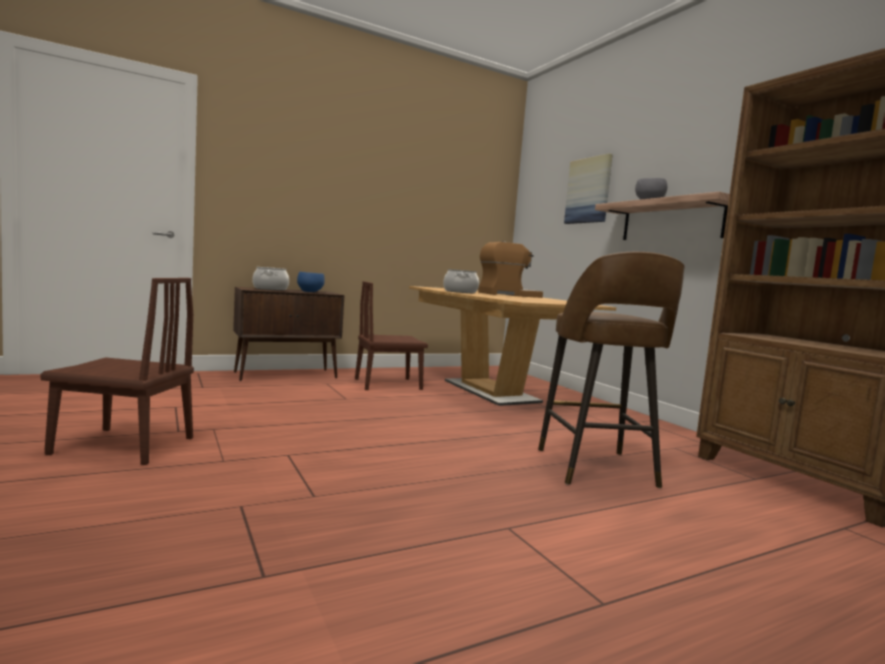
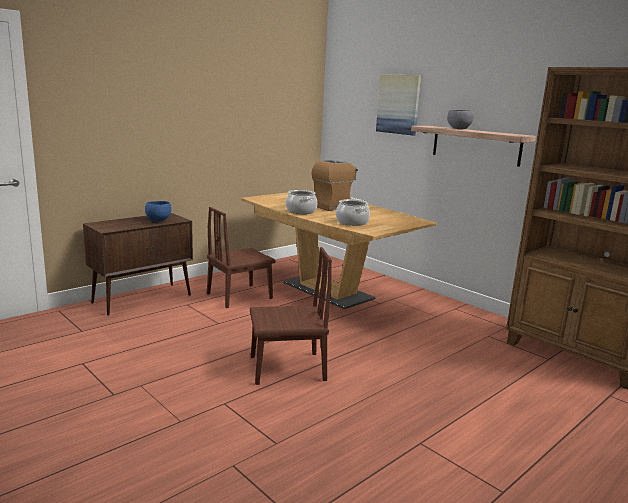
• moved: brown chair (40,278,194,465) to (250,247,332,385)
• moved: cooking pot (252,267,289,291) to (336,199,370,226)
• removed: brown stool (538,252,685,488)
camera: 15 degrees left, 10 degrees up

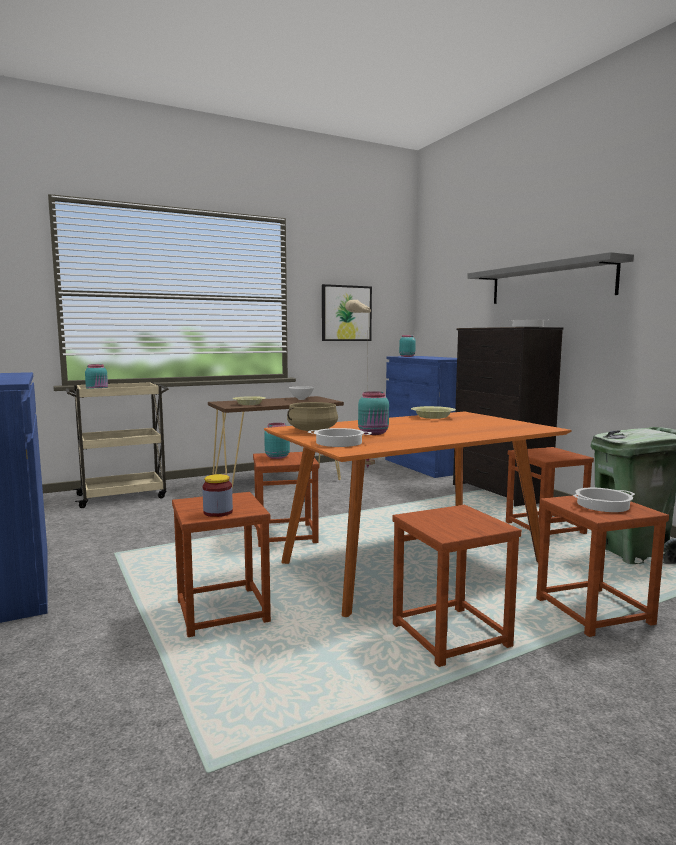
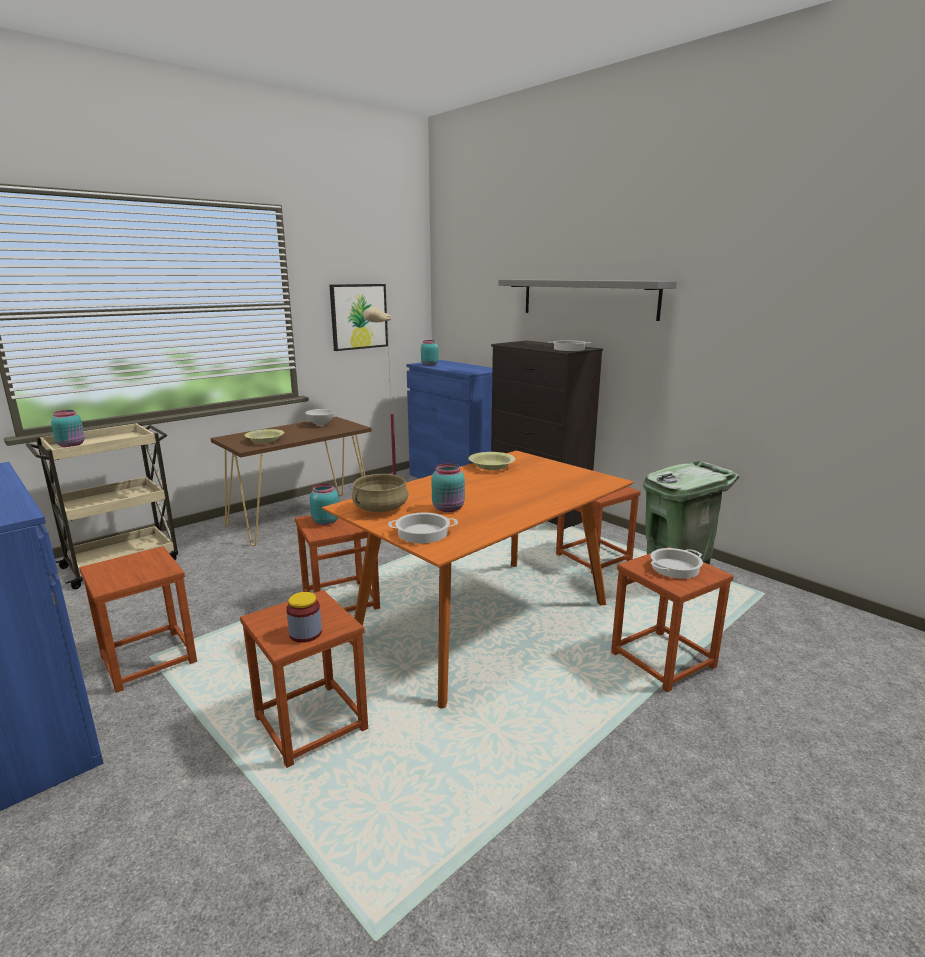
• moved: brown stool (392,505,522,667) to (79,546,197,693)
camera: 15 degrees left, 10 degrees up

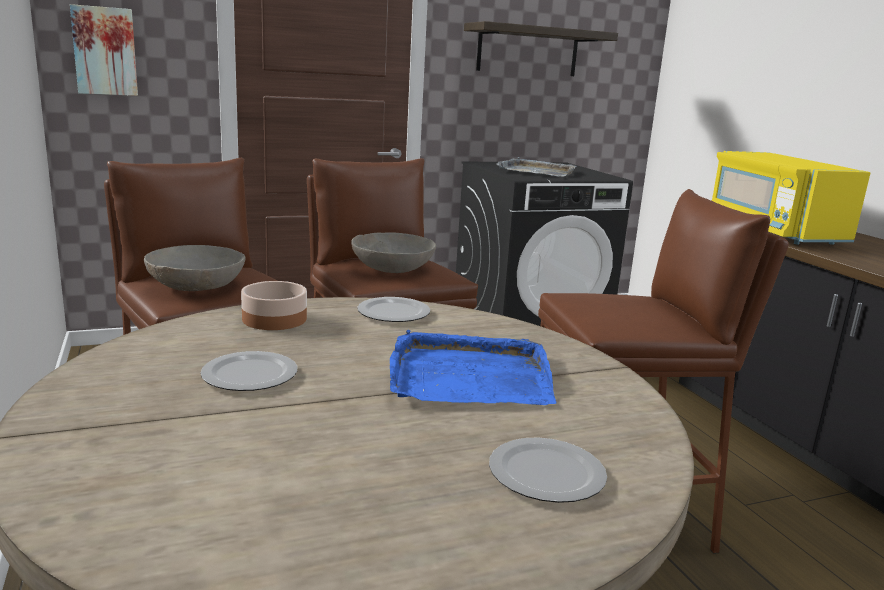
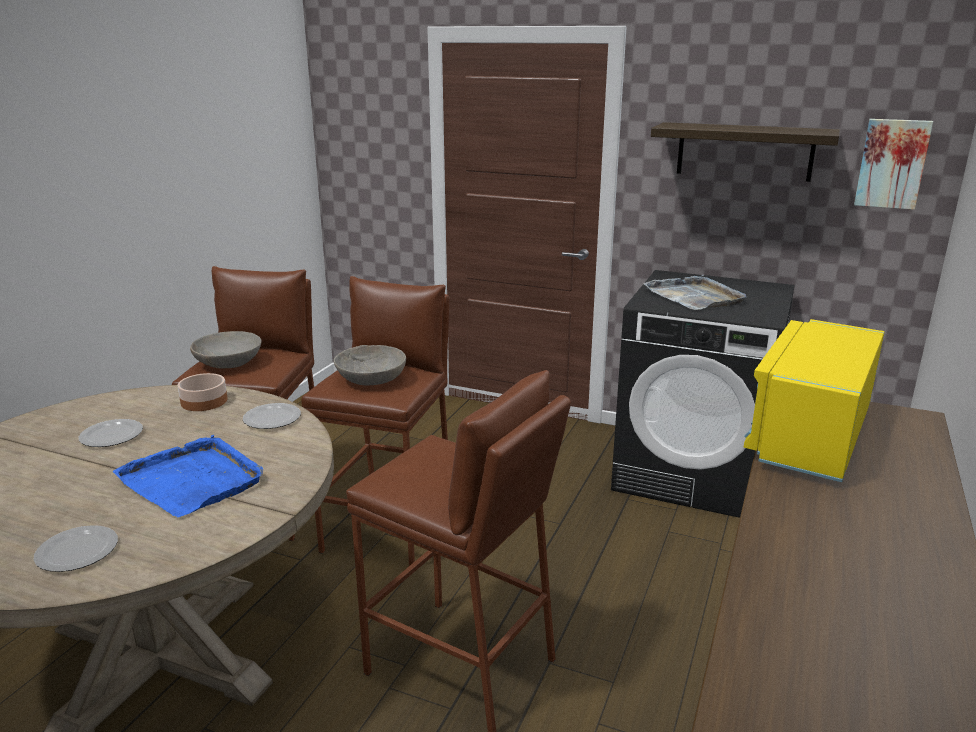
• moved: picture (70,4,138,96) to (854,119,933,210)
camera: 45 degrees right, 5 degrees up

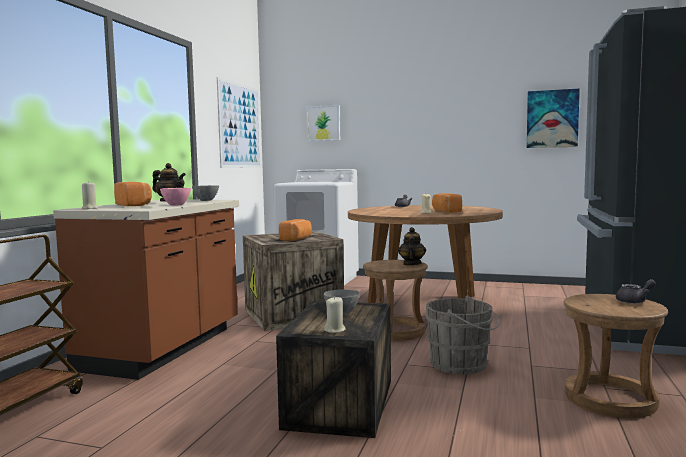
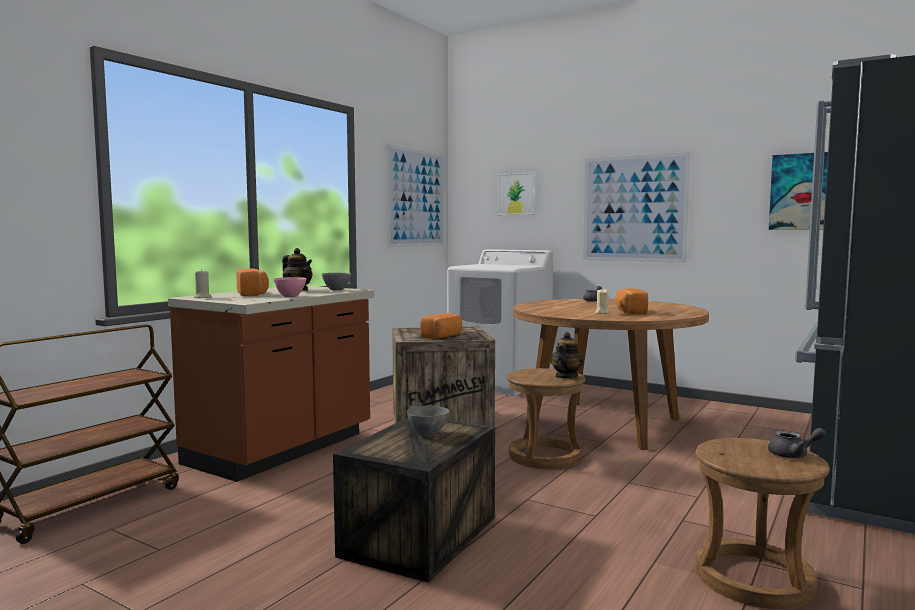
• added: picture (583,152,690,263)
• removed: beige candle (324,296,346,333)
• removed: grey bucket (426,296,499,374)
camera: 15 degrees right, 0 degrees up

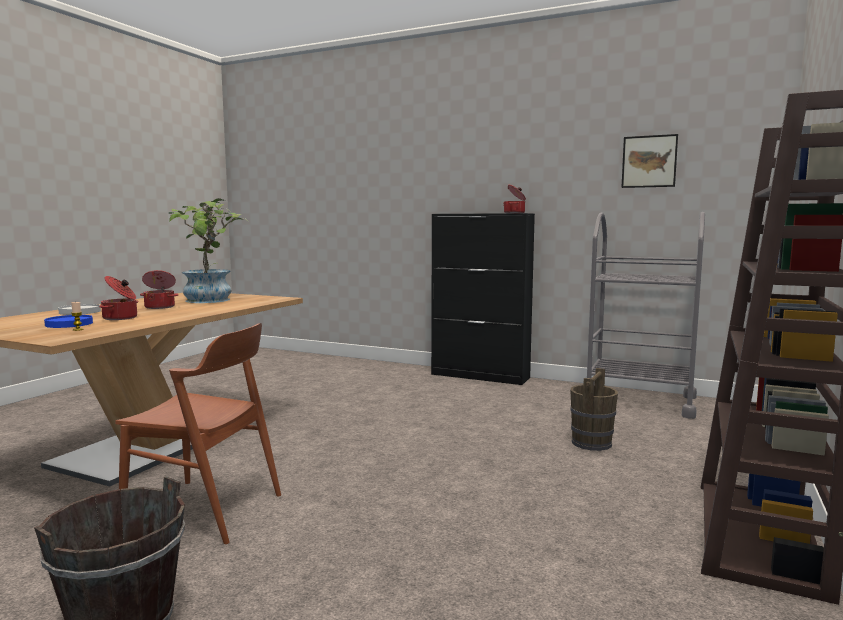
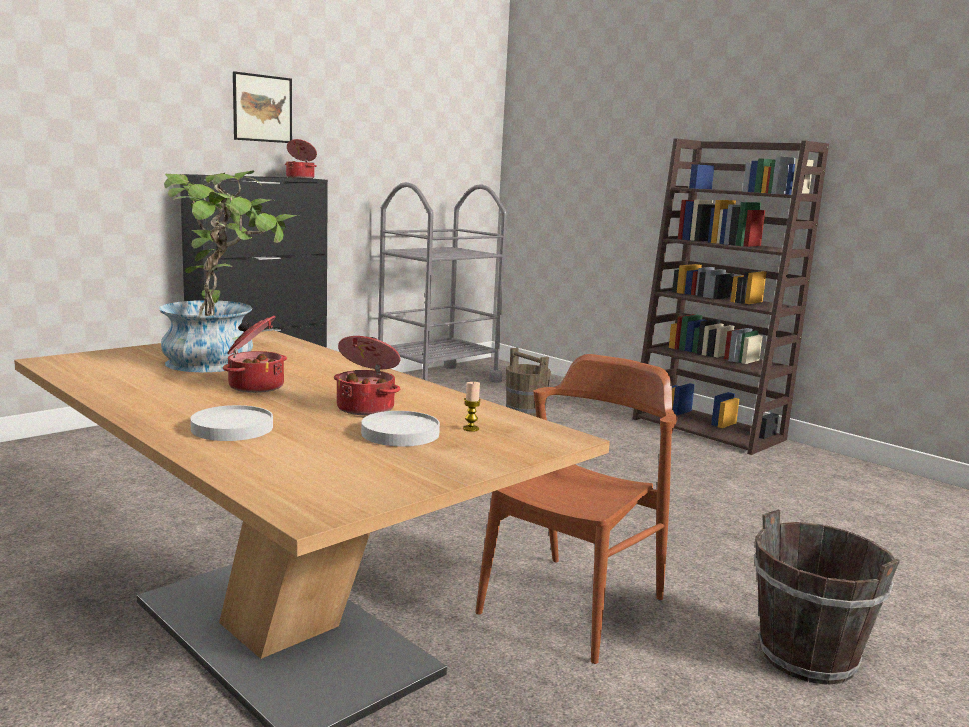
• moved: picture (621,134,678,188) to (233,71,292,143)
• recoloured: blue plate (44,315,93,328) to white plate (361,411,440,446)
camera: 70 degrees left, 5 degrees up

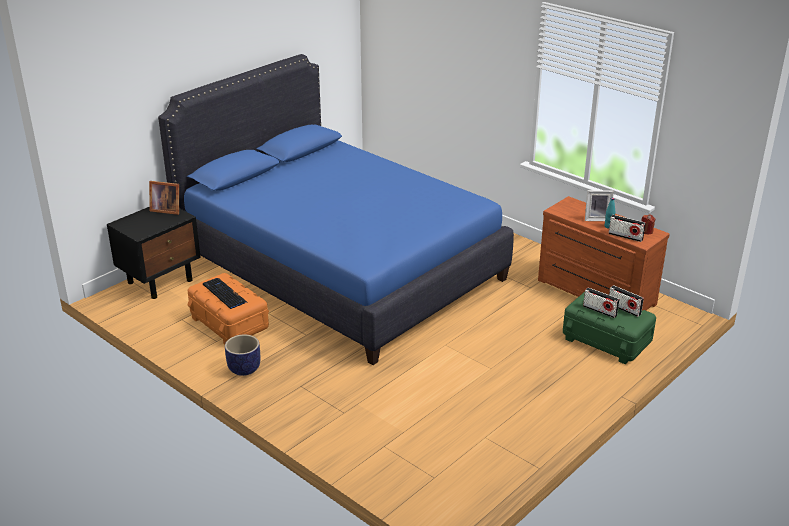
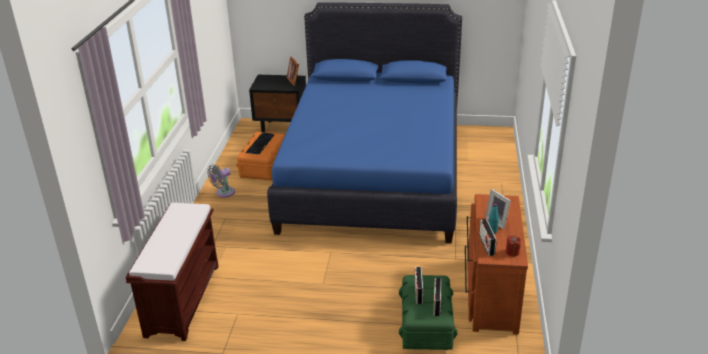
• added: brown bench (126,203,219,341)
• replaced: planter (225,334,260,376) to grey fan (207,165,235,197)
camera: 55 degrees right, 0 degrees up

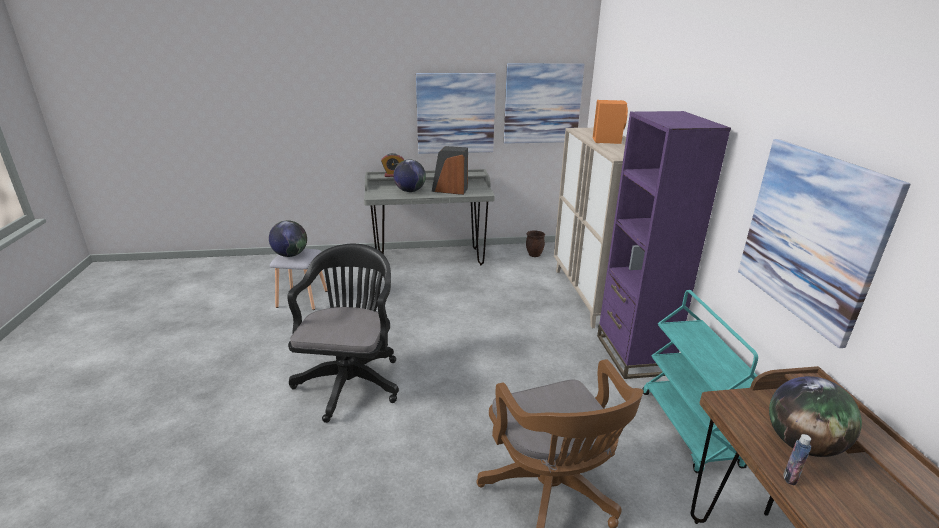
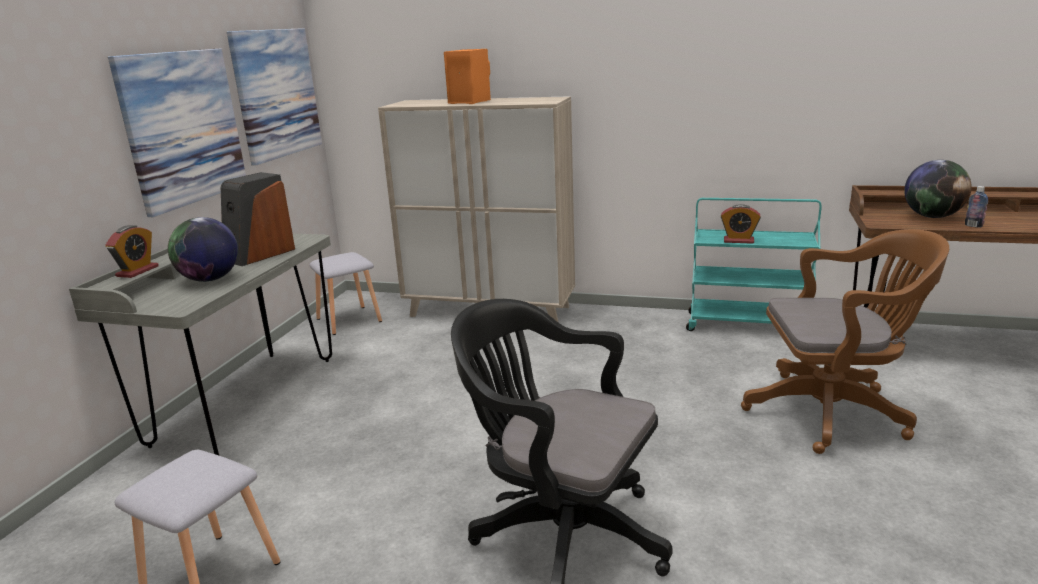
• replaced: brown planter (526,230,545,257) to grey stool (309,252,382,335)
• added: alarm clock (721,204,761,244)
• removed: globe (269,220,307,257)
• removed: purple bookcase (597,111,731,379)
• removed: picture (738,139,911,348)
camera: 65 degrees left, 5 degrees down

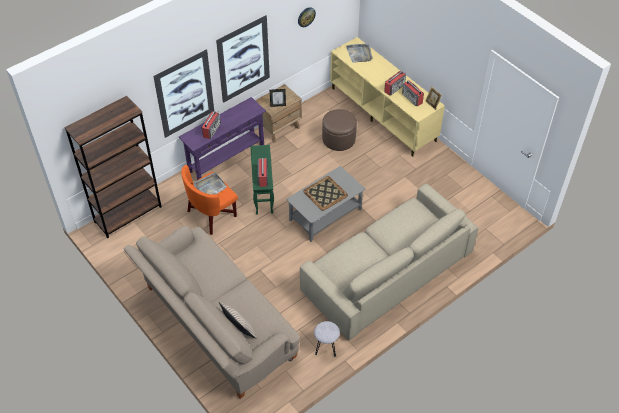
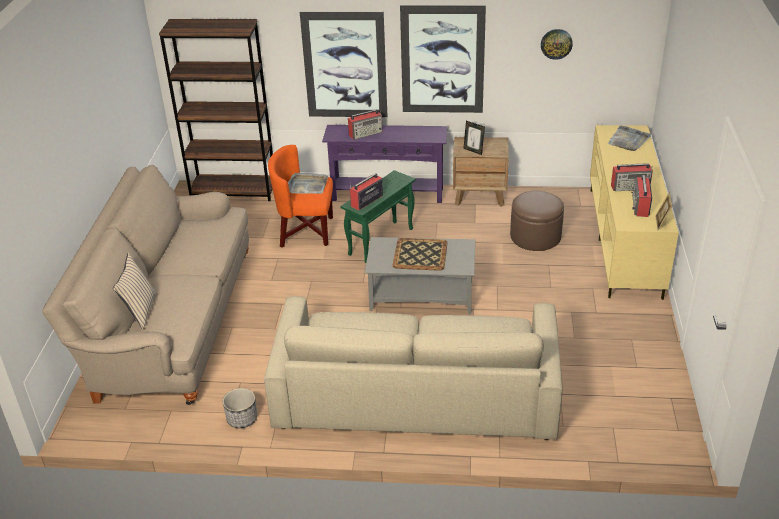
• replaced: grey stool (314,321,340,357) to planter (223,388,257,428)
camera: 45 degrees right, 15 degrees down

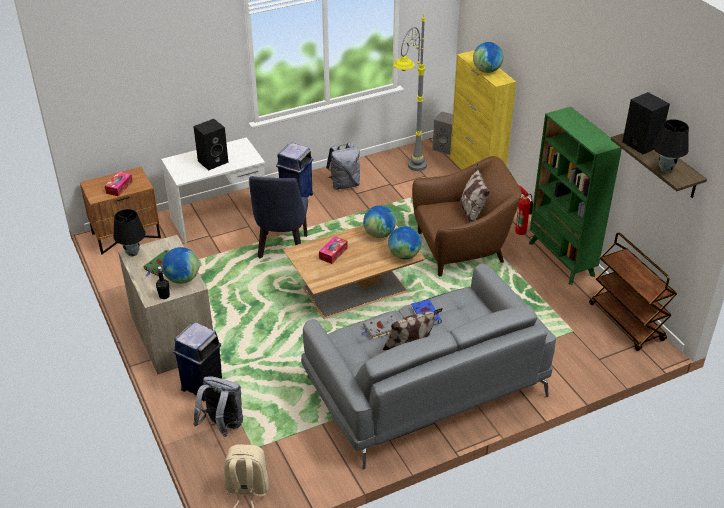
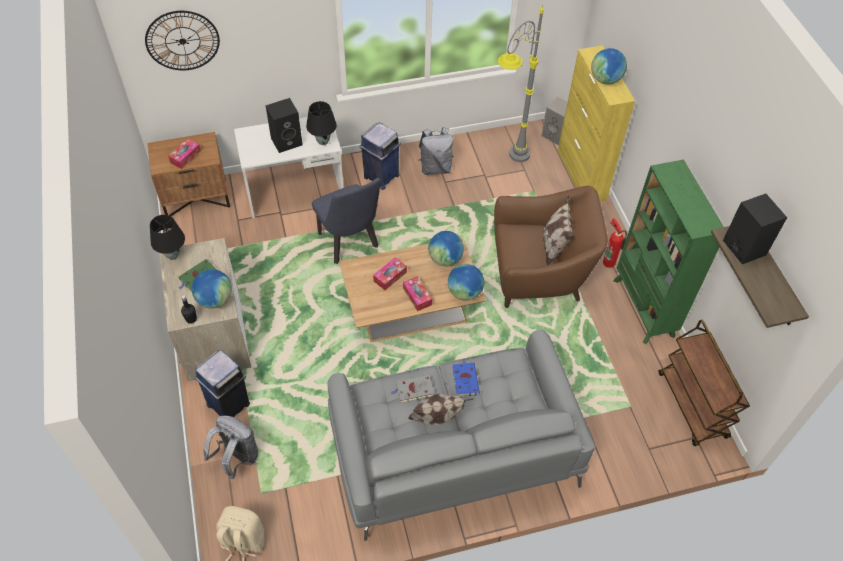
• added: wall clock (145,11,220,70)
• moved: black table lamp (653,119,689,173) to (306,101,337,145)
• turned: blue chair (249,176,308,258) = (312,178,380,264) 45 degrees counterclockwise
• added: tissue box (403,276,432,311)
camera: 10 degrees right, 15 degrees up

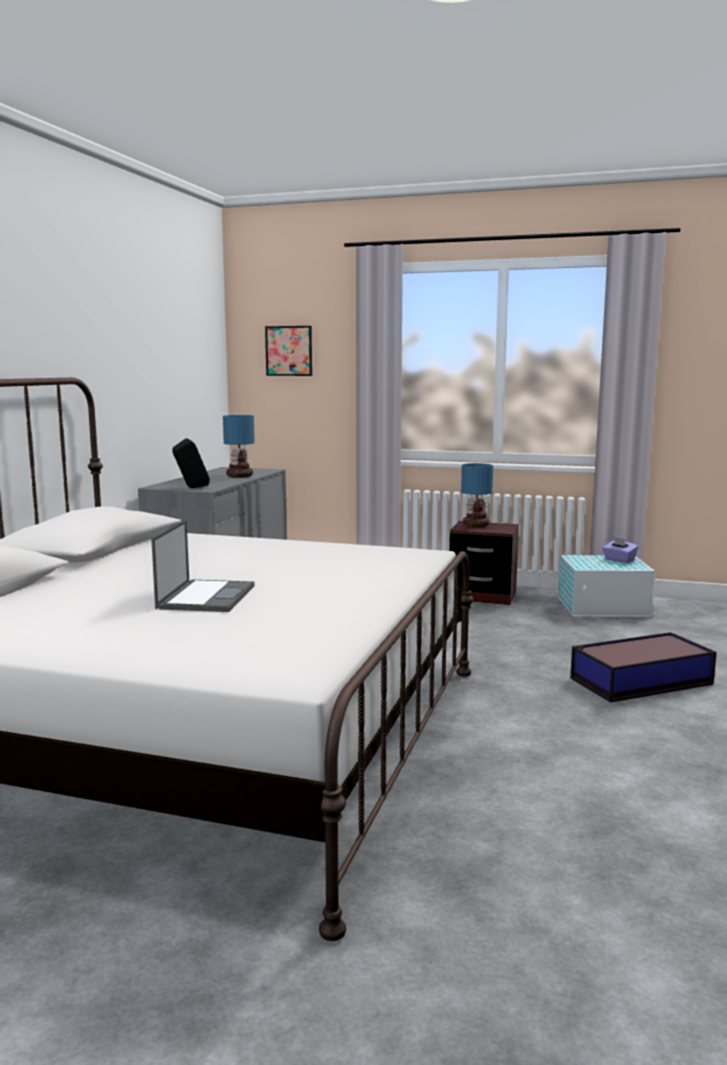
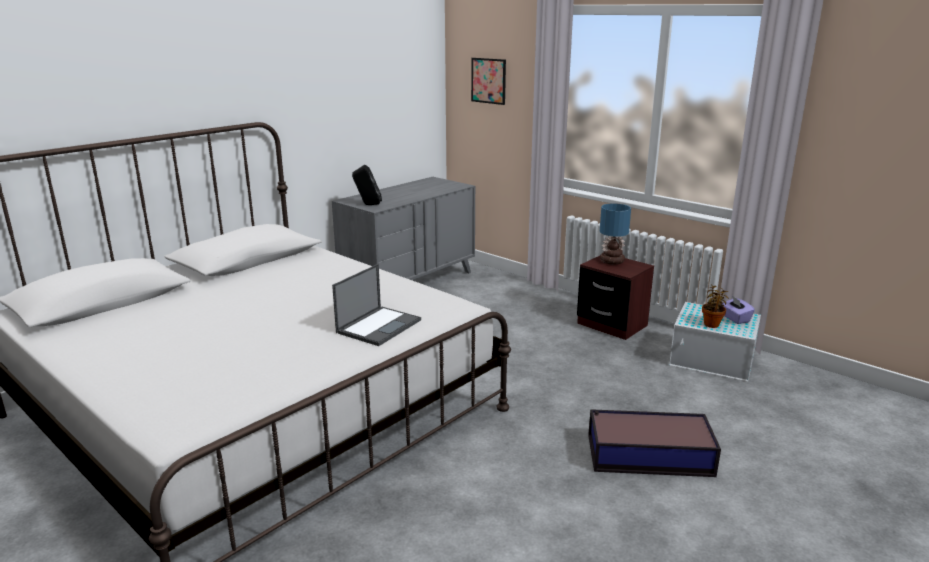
• moved: laptop (151,520,255,612) to (332,264,421,346)
• added: potted plant (702,284,729,328)
• removed: table lamp (223,415,255,478)
camera: 25 degrees right, 10 degrees up

